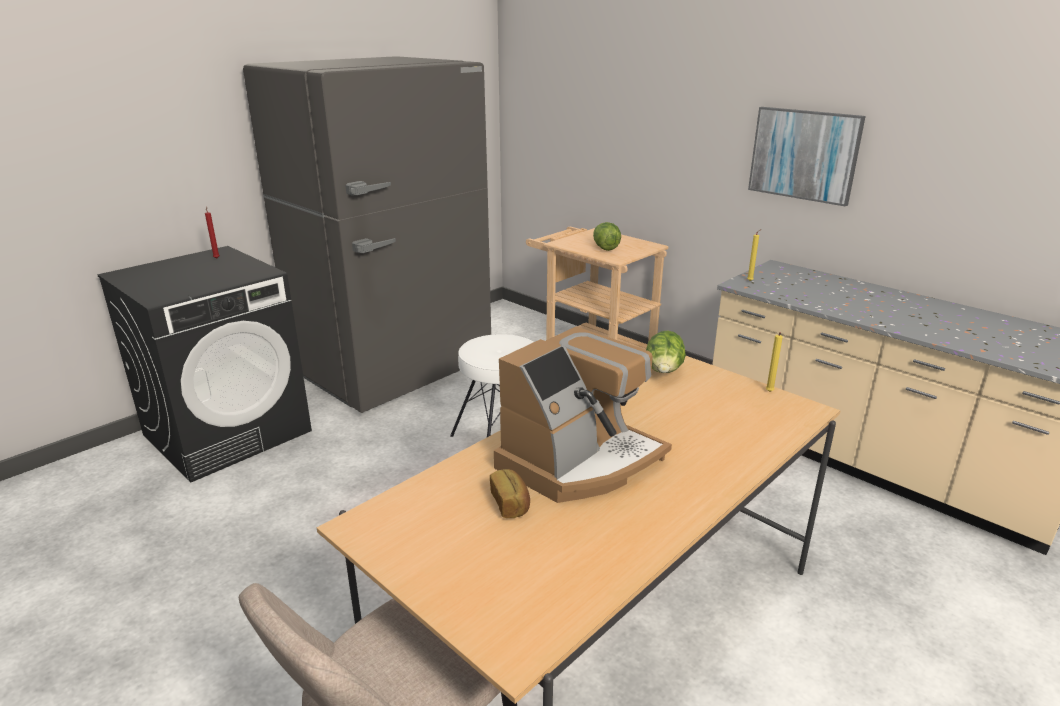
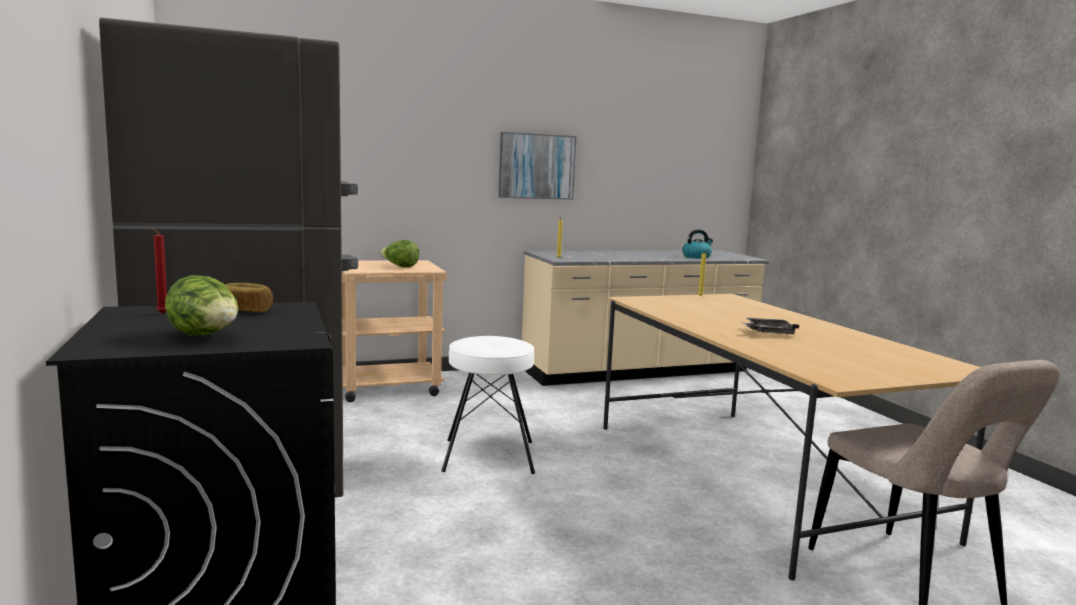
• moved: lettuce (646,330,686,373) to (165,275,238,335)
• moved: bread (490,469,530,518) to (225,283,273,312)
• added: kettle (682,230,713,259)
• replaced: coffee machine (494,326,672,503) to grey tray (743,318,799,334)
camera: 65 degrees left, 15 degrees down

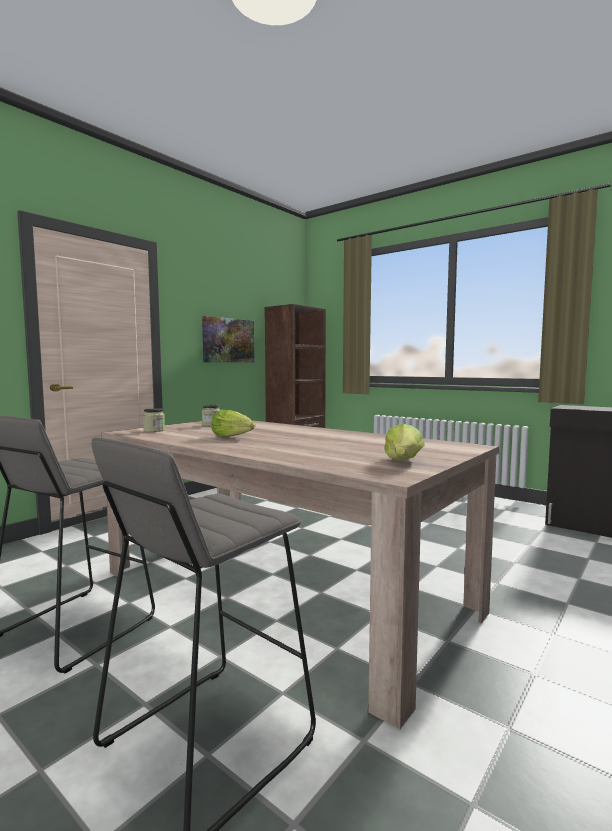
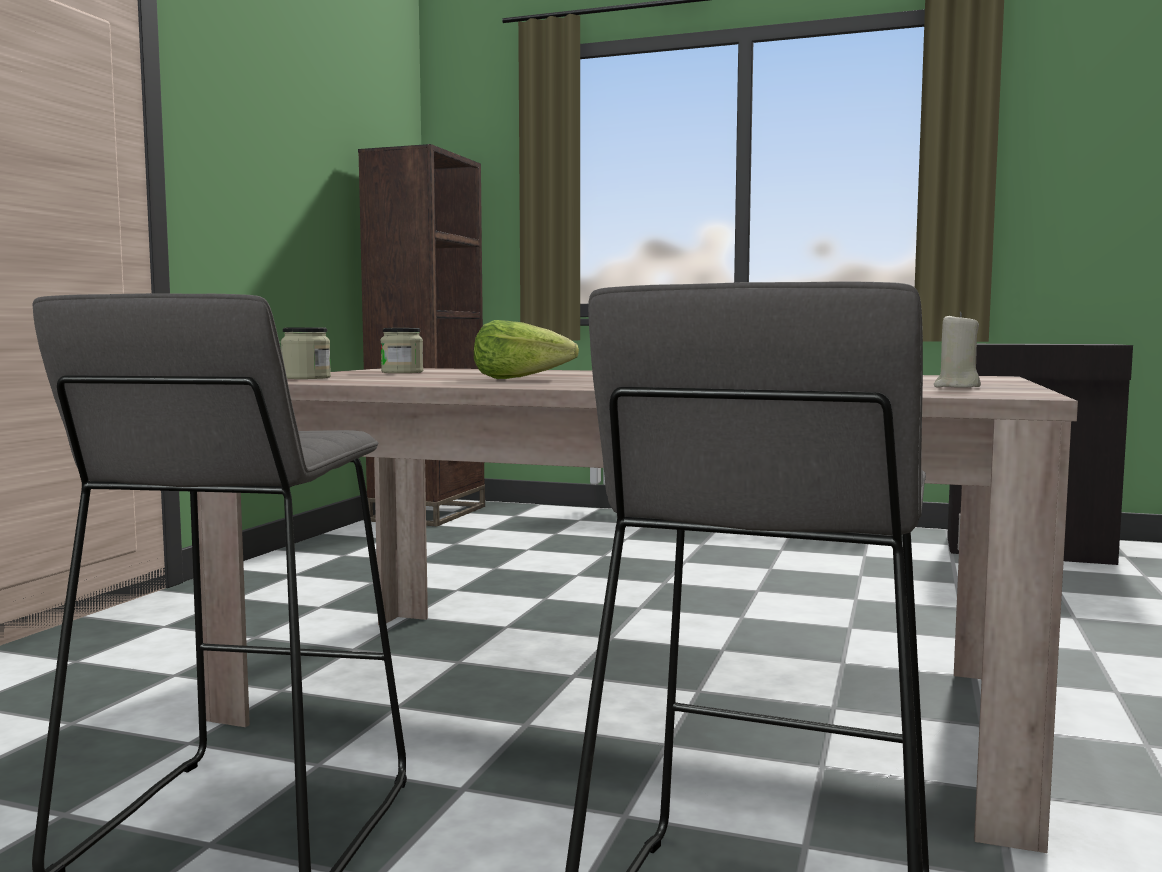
• replaced: lettuce (384,424,425,460) to beige candle (934,312,981,388)
• removed: picture (202,316,254,362)
camera: 20 degrees left, 0 degrees up

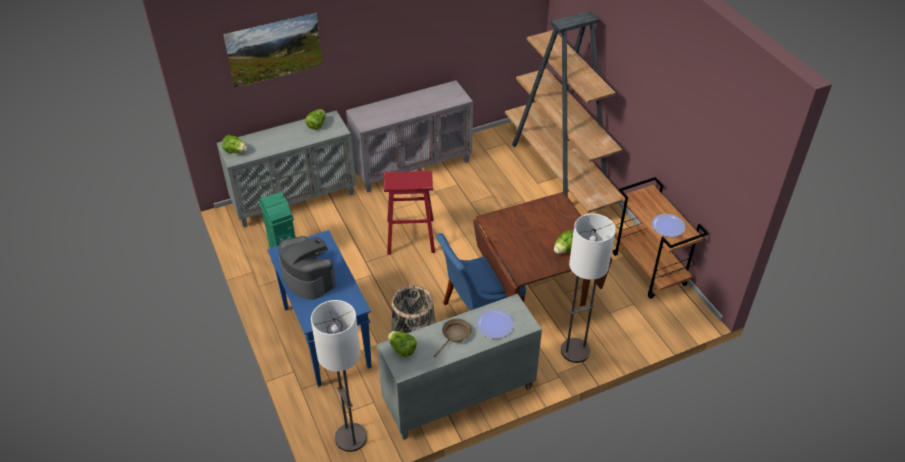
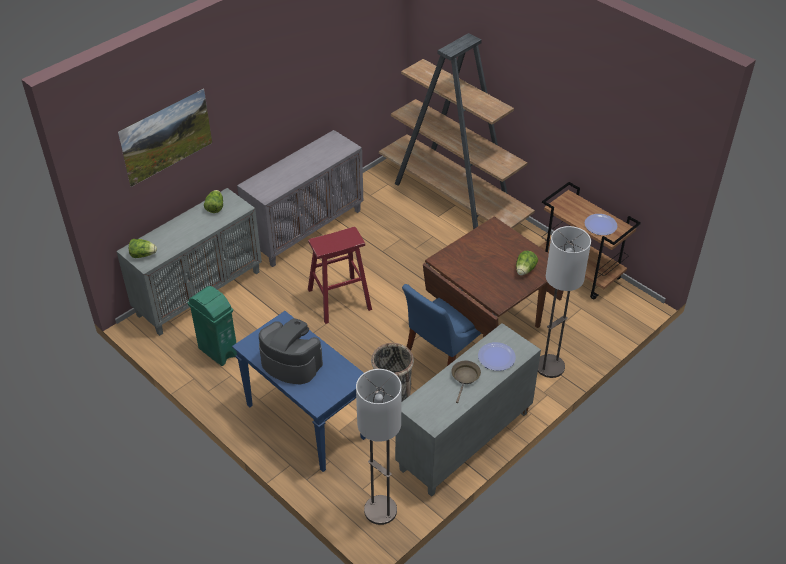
• removed: lettuce (388,331,417,357)
camera: 20 degrees left, 0 degrees up

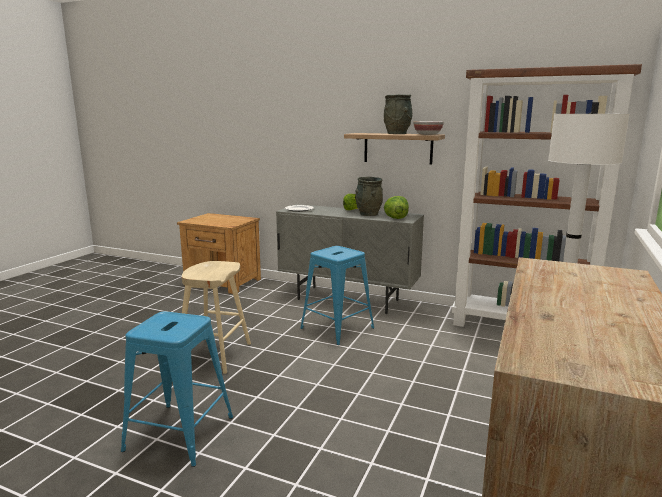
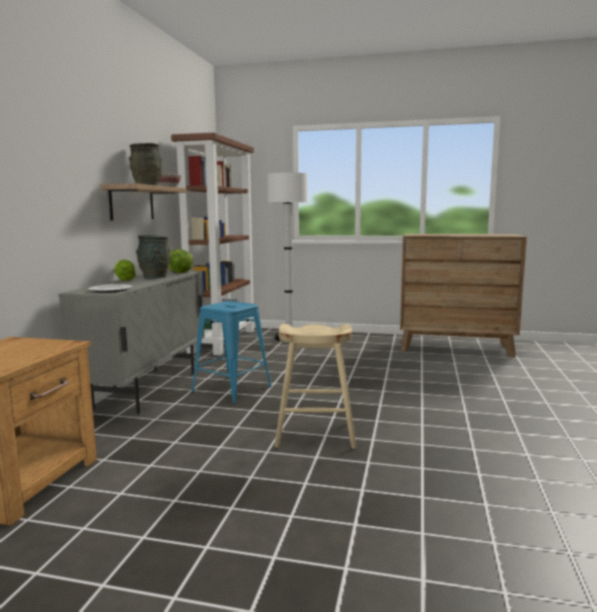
• removed: blue stool (121,312,233,467)
camera: 100 degrees left, 5 degrees down

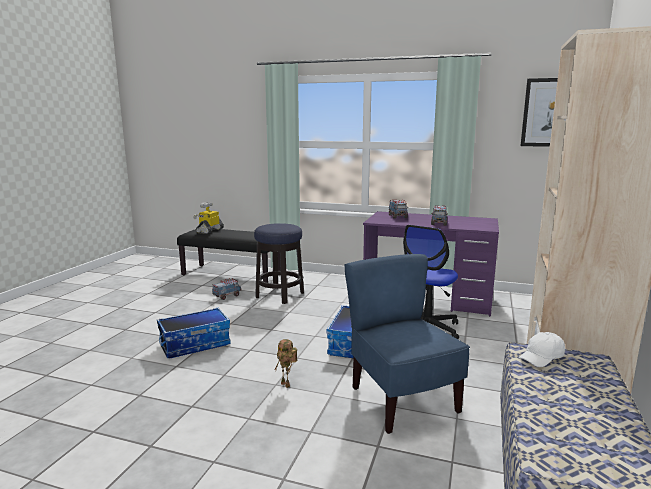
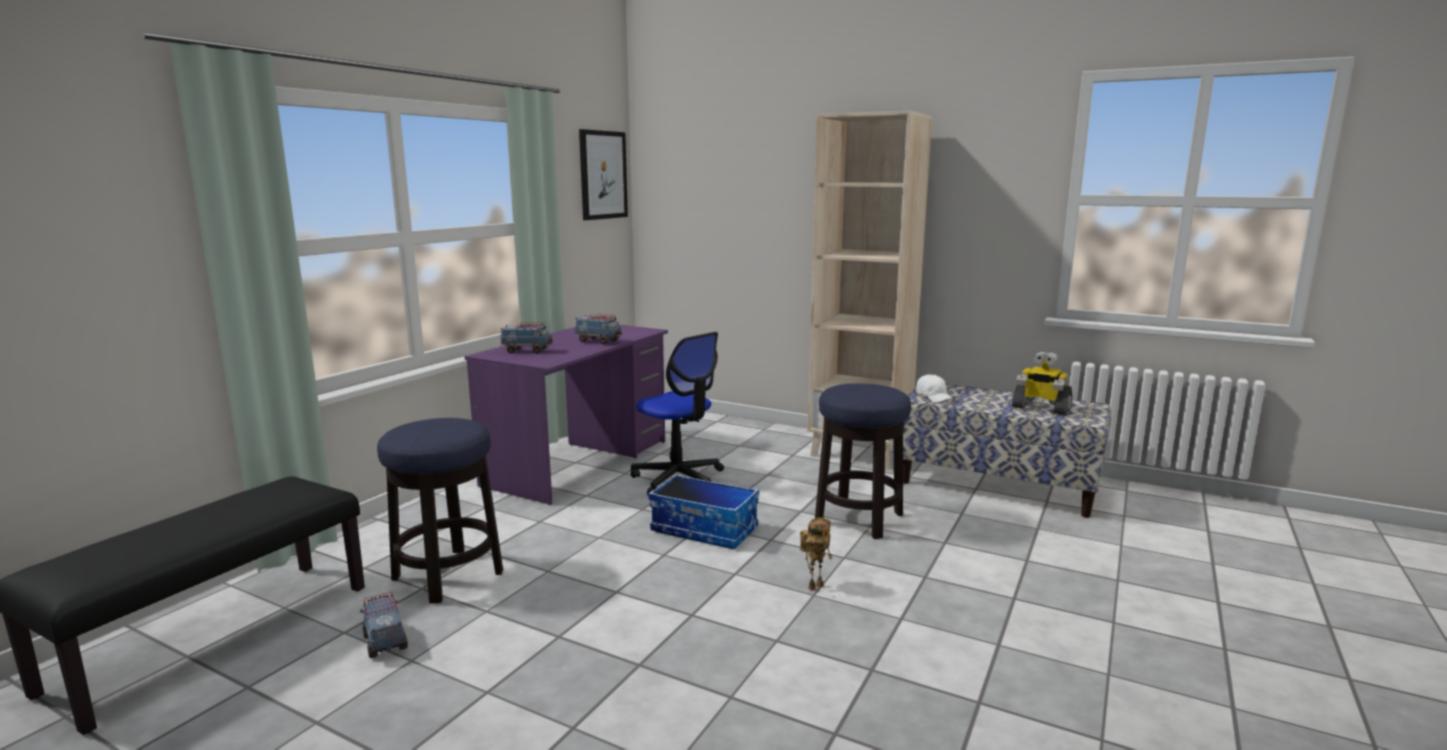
• replaced: blue chair (344,254,470,434) to stool (815,383,911,539)
• moved: toy robot (193,202,224,234) to (1012,351,1072,415)
• removed: storage box (157,307,231,358)
camera: 80 degrees left, 0 degrees up

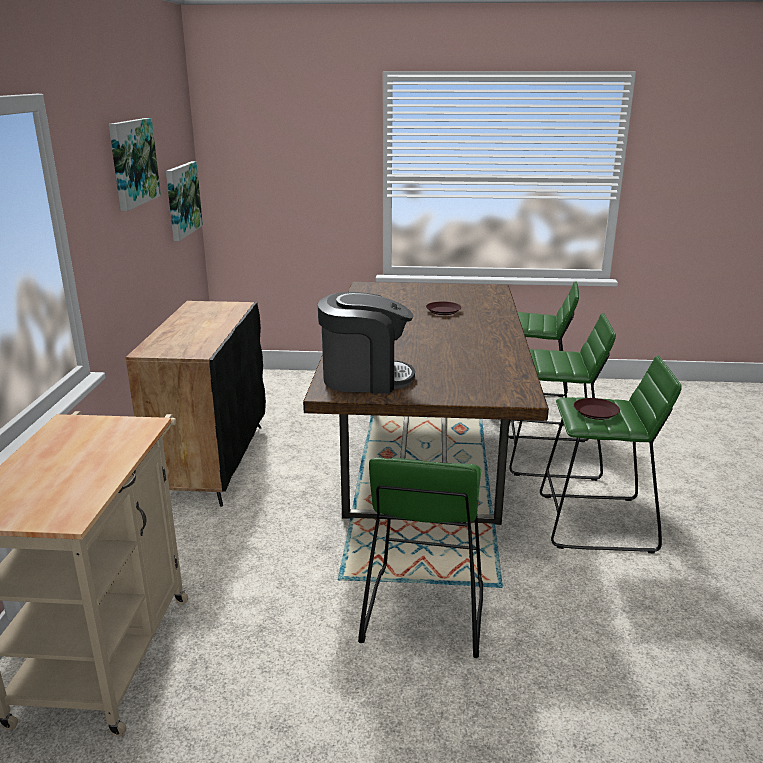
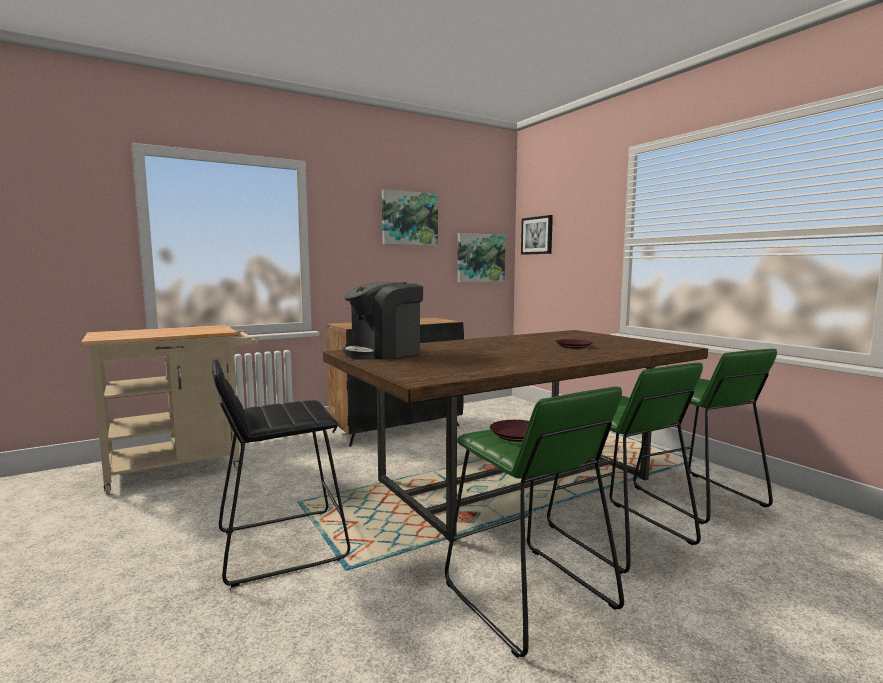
• recoloured: green stool (358,457,483,658) to black stool (212,359,350,587)
• turned: coffee machine (318,292,415,394) = (343,282,423,359) 90 degrees clockwise
• added: picture (521,215,553,255)
camera: 55 degrees right, 15 degrees down

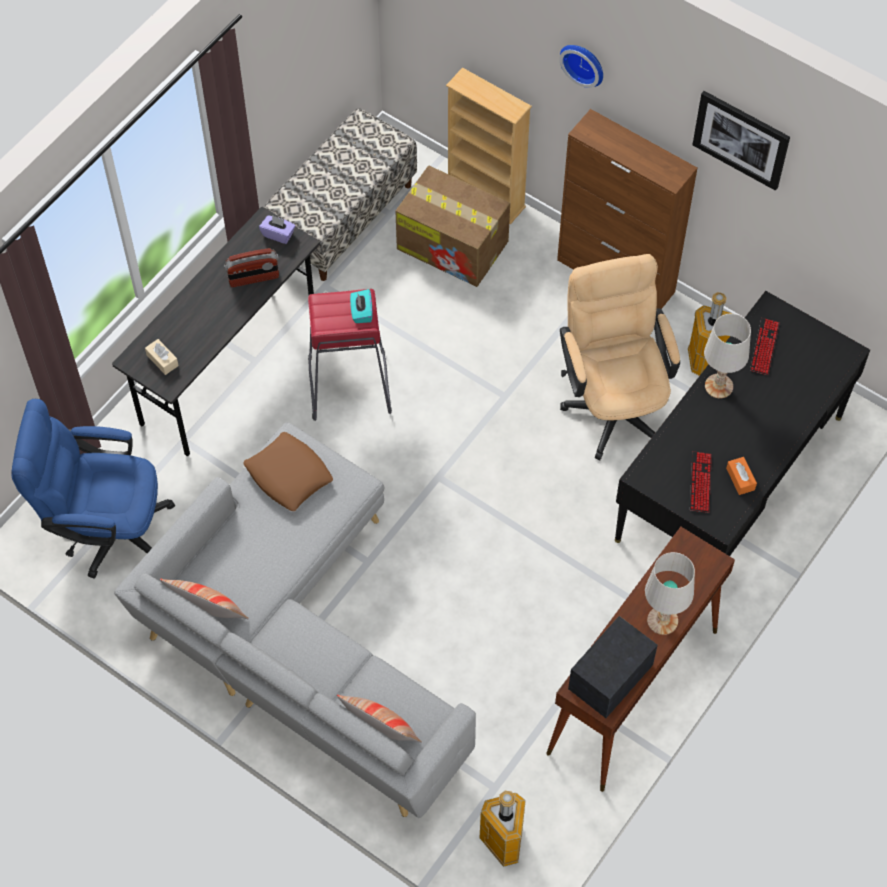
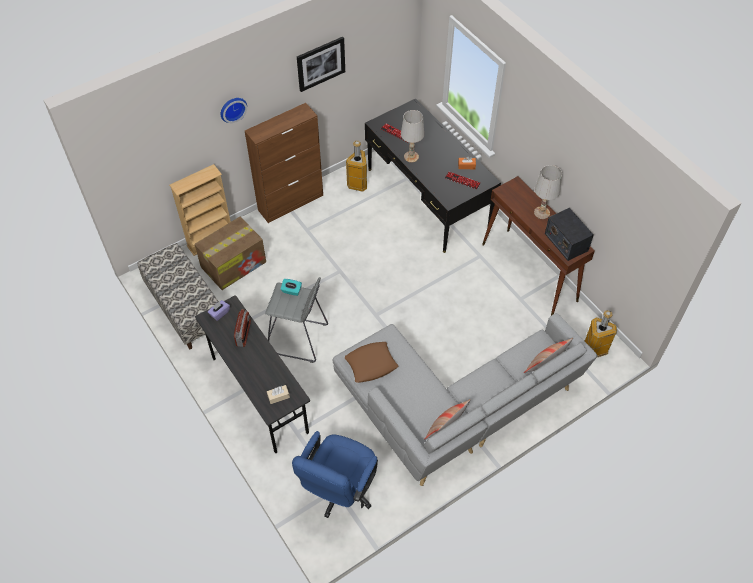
• recoloured: red stool (308,289,392,421) to grey stool (265,277,328,363)
• removed: beige office chair (560,254,680,460)
camera: 70 degrees left, 5 degrees down

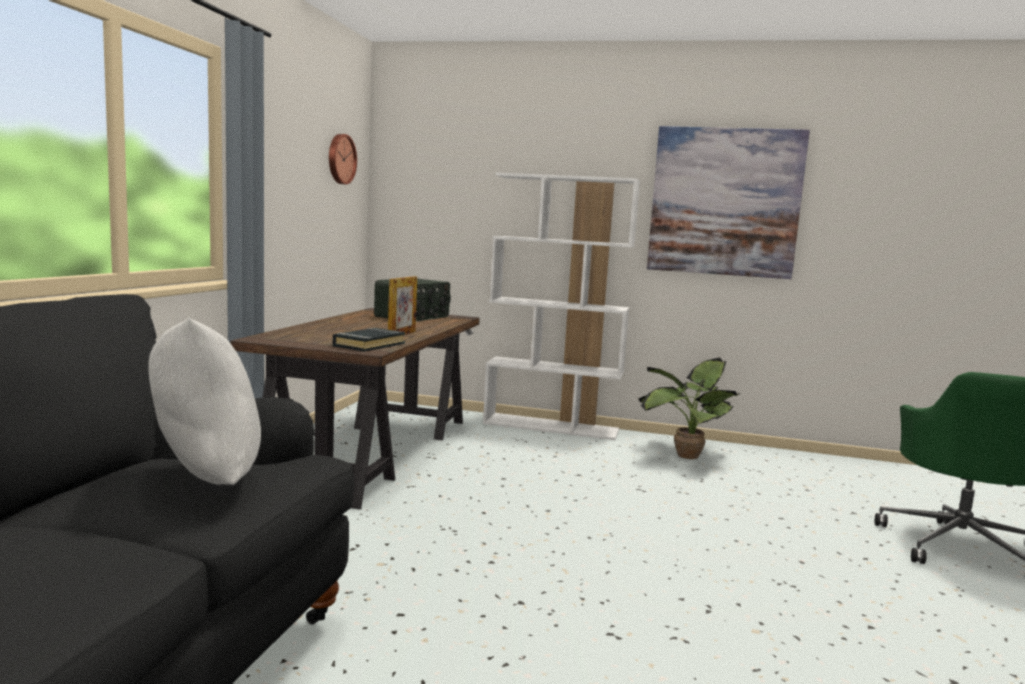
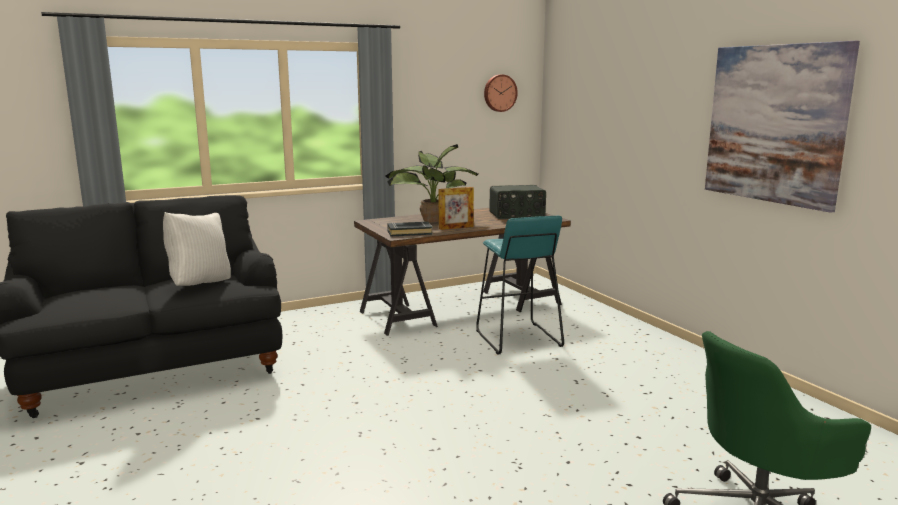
• moved: potted plant (638,358,740,459) to (385,144,478,222)
• added: turquoise stool (476,215,564,355)
• removed: white bookcase (483,173,640,440)
camera: 50 degrees right, 5 degrees up

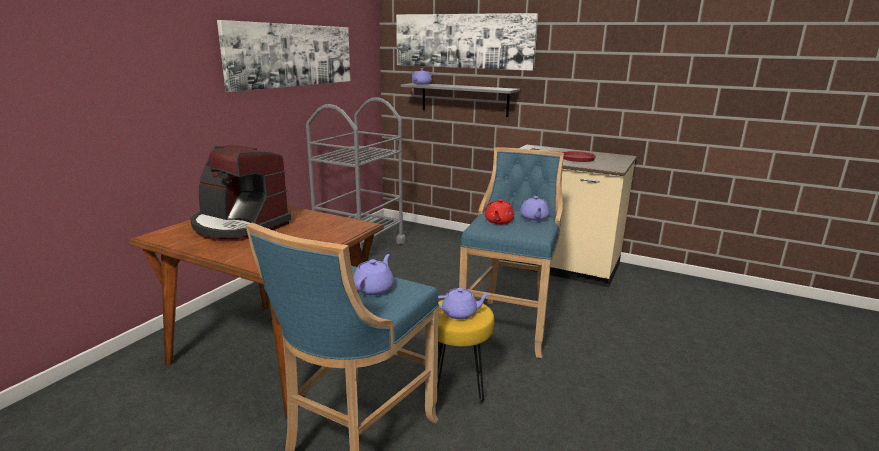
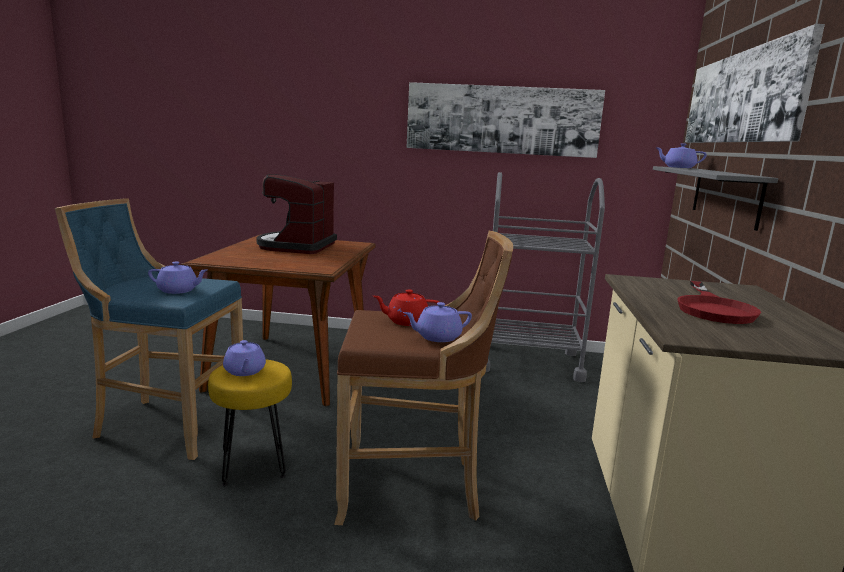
• recoloured: blue stool (459,147,564,358) to brown stool (334,231,513,525)
camera: 70 degrees right, 5 degrees down

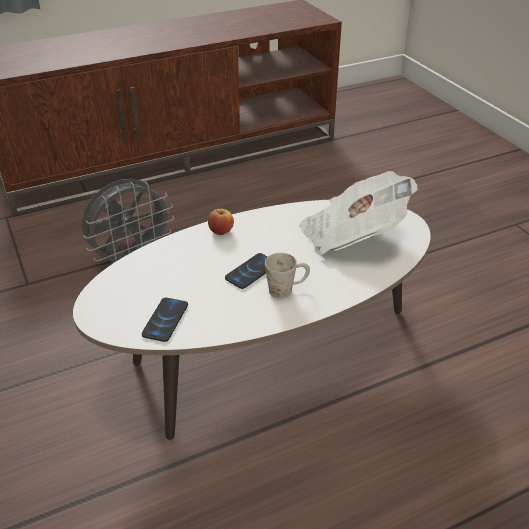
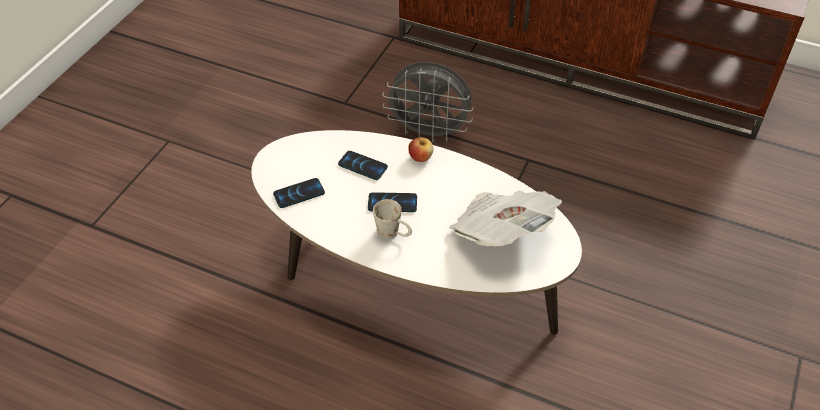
• added: phone (338,151,388,180)
camera: 50 degrees right, 10 degrees up

